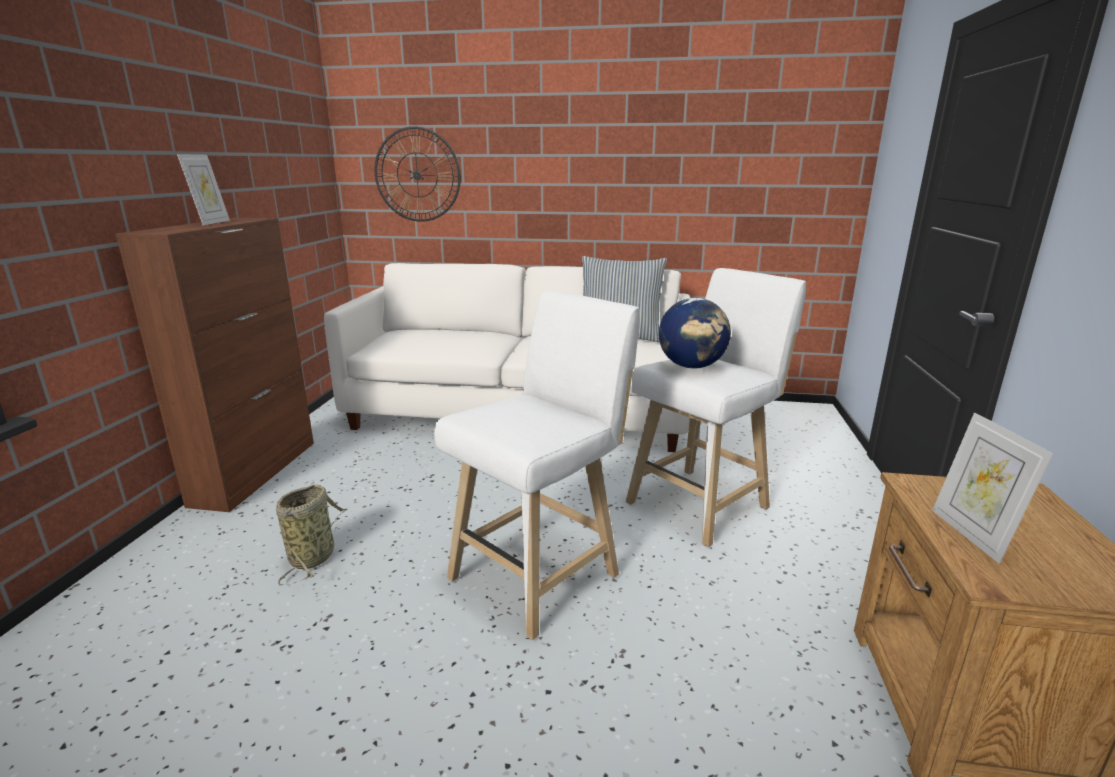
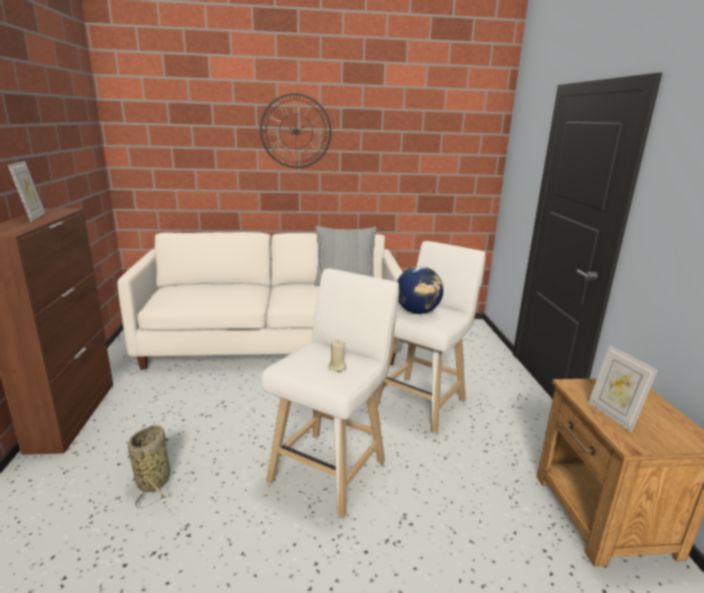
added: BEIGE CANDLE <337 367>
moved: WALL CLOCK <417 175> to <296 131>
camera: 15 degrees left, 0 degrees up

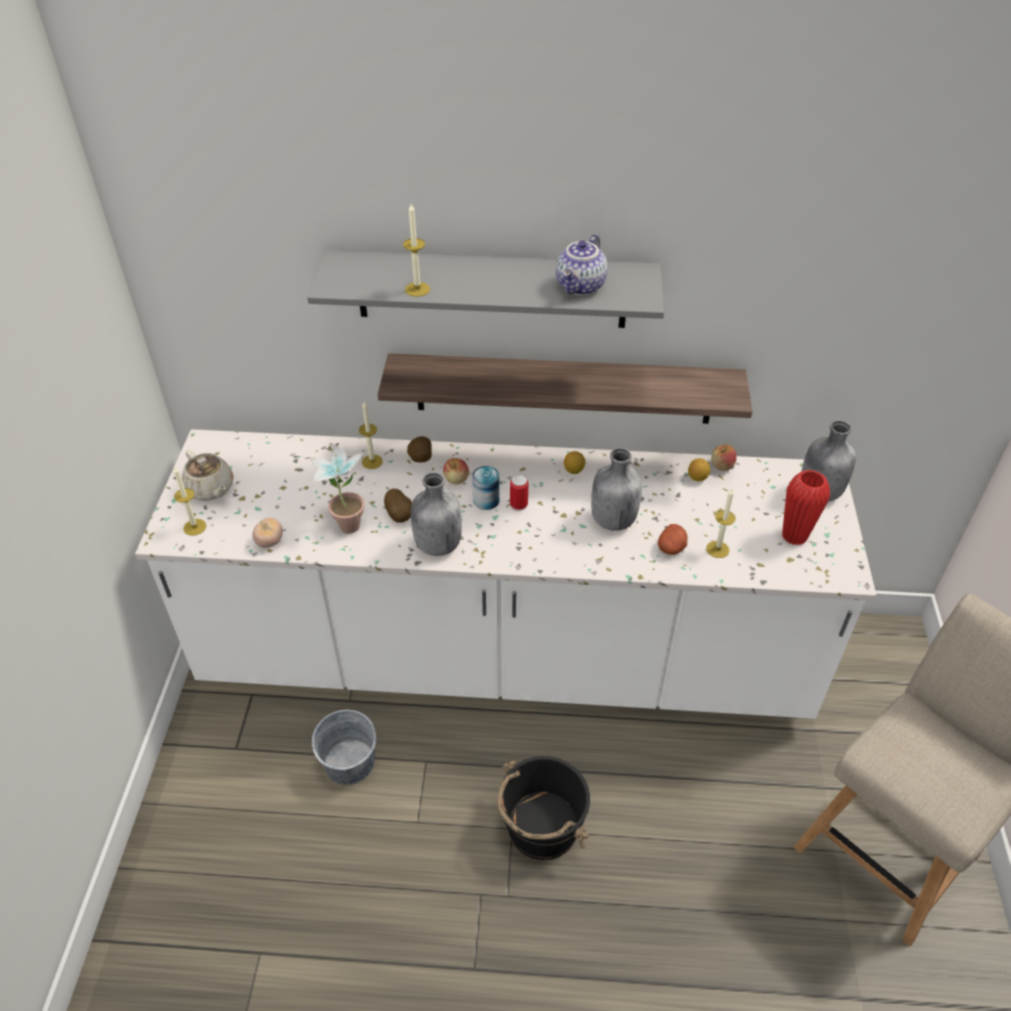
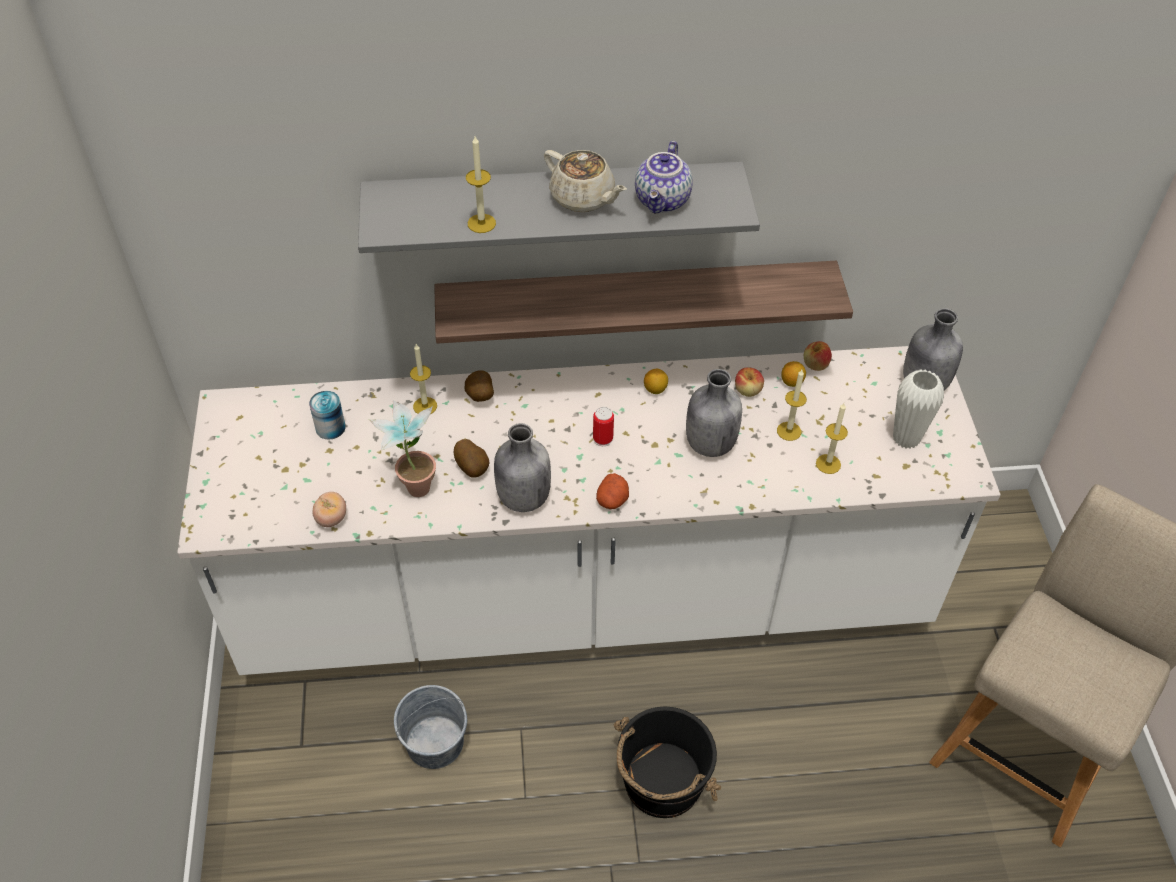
moved: CANDLE <195 527> to <789 431>; BEIGE TEAPOT <210 489> to <583 198>; WHOLE APPLE <456 479> to <748 390>; CAN <486 500> to <330 428>; SPUD <671 548> to <612 500>
recoloured: REDDISH FLOWER VASE <794 536> to WHITISH FLOWER VASE <906 438>
camera: 10 degrees left, 5 degrees up

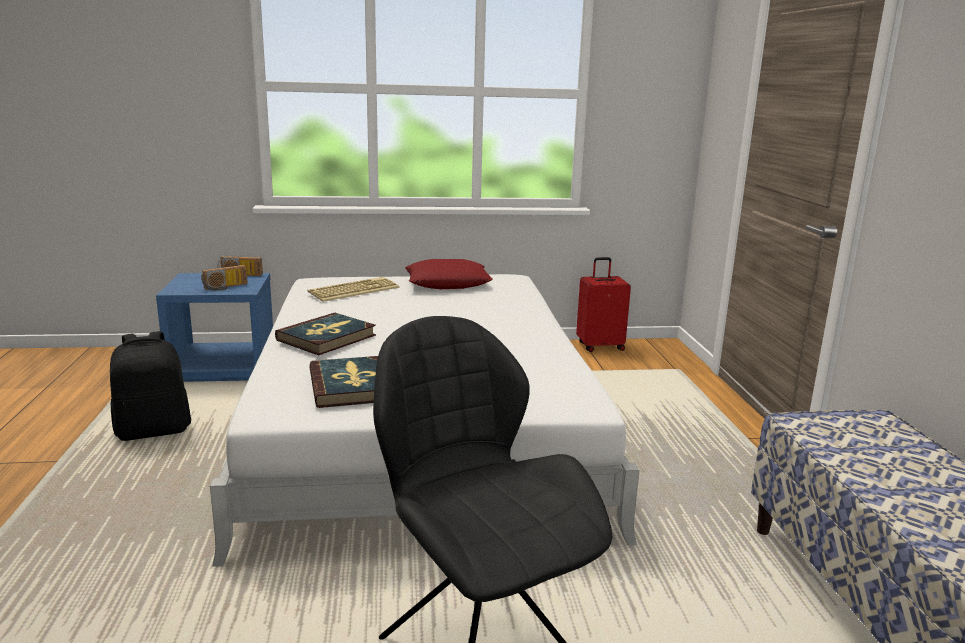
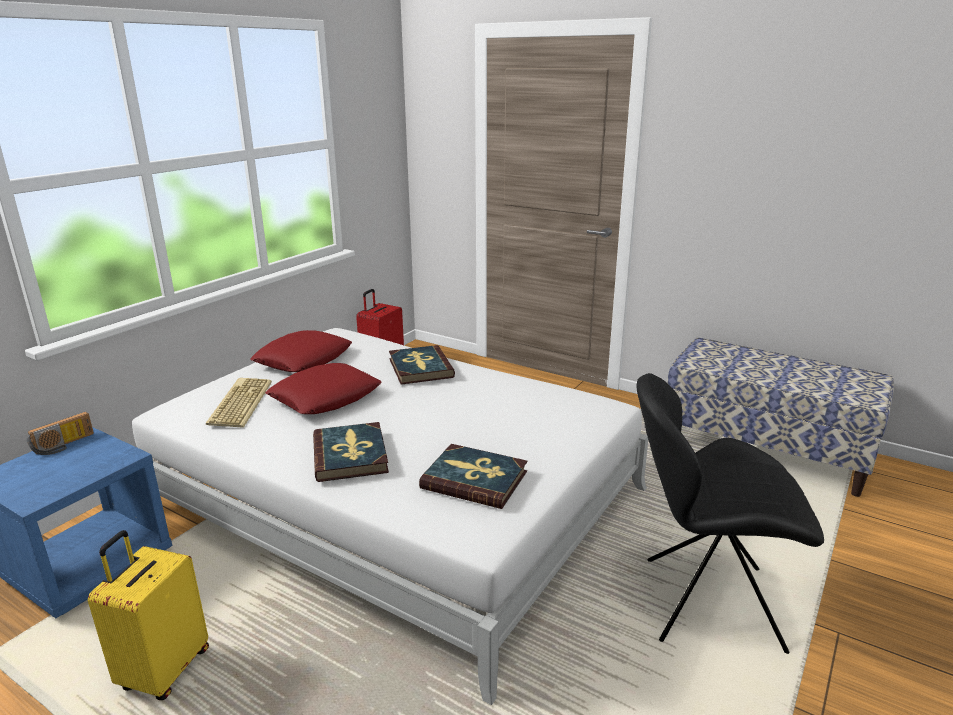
removed: RADIO SET <226 287>
added: REDDISH THROW PILLOW <325 397>; BOUND BOOK <420 368>
replaced: BLACKISH BACKPACK <154 430> to YELLOW TRAVEL CASE <164 670>
camera: 50 degrees left, 5 degrees up

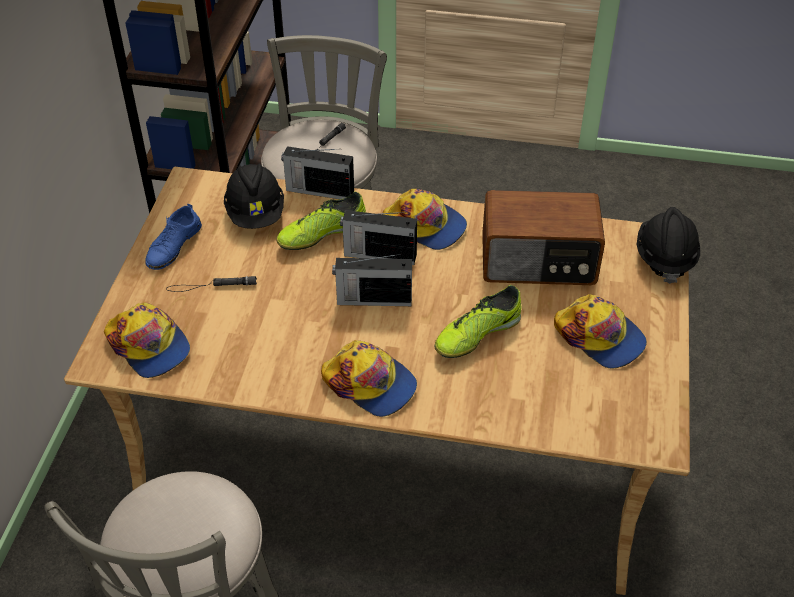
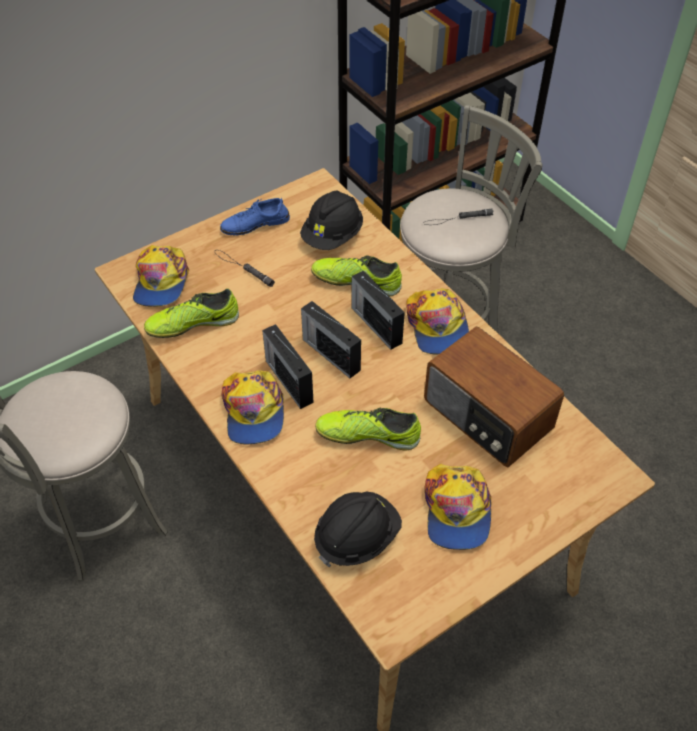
added: SHOE <193 324>
moved: RADIO SET <318 191> to <288 380>; BLACKISH HARD HAT <664 257> to <356 537>
camera: 45 degrees right, 5 degrees up

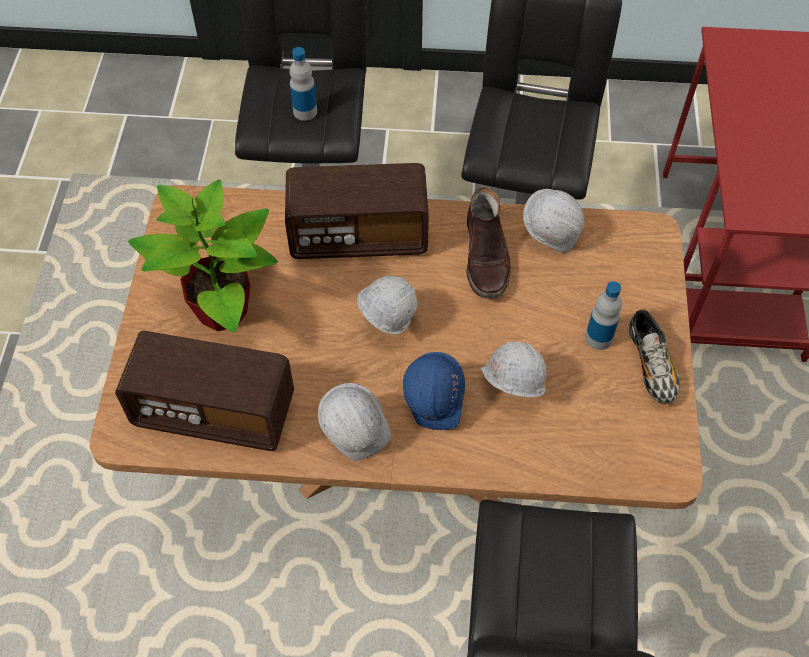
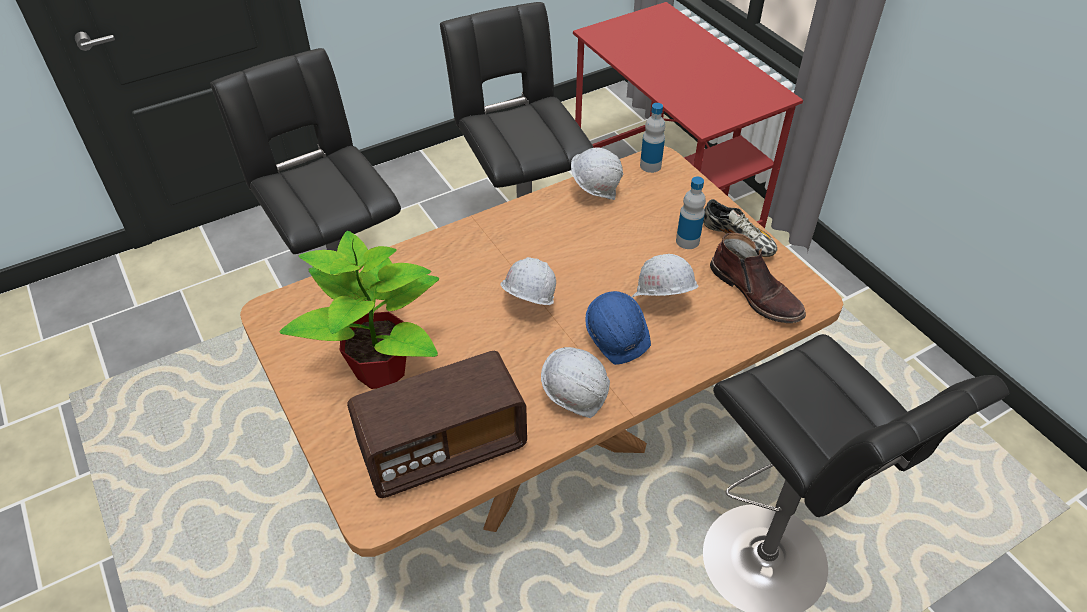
removed: RADIO SET <358 236>
moved: DRINK BOTTLE <305 111> to <650 165>; BROWN BOOT <486 257> to <756 293>
camera: 35 degrees left, 10 degrees down

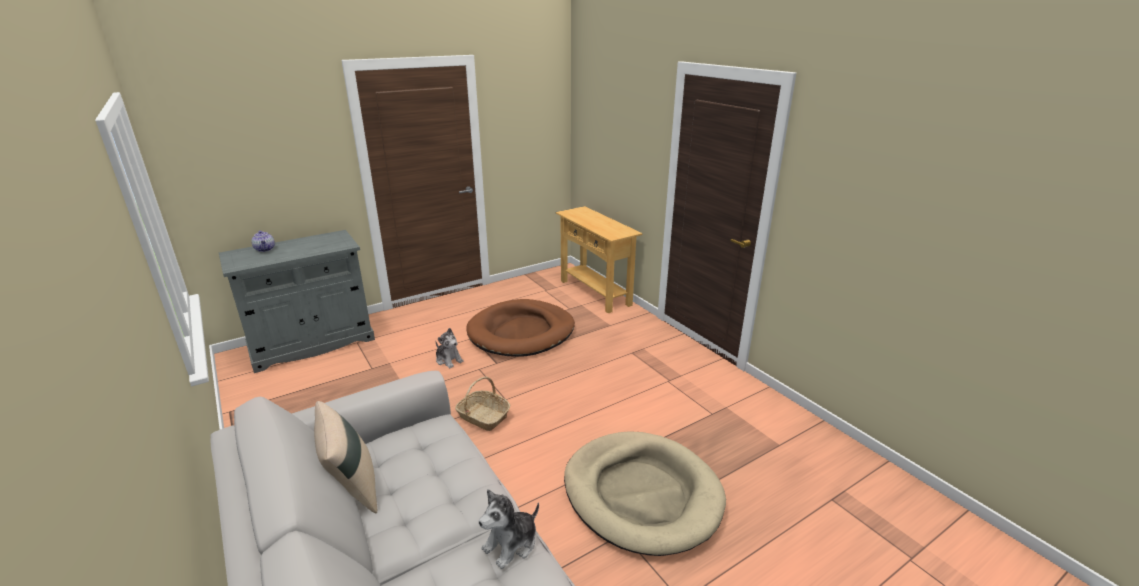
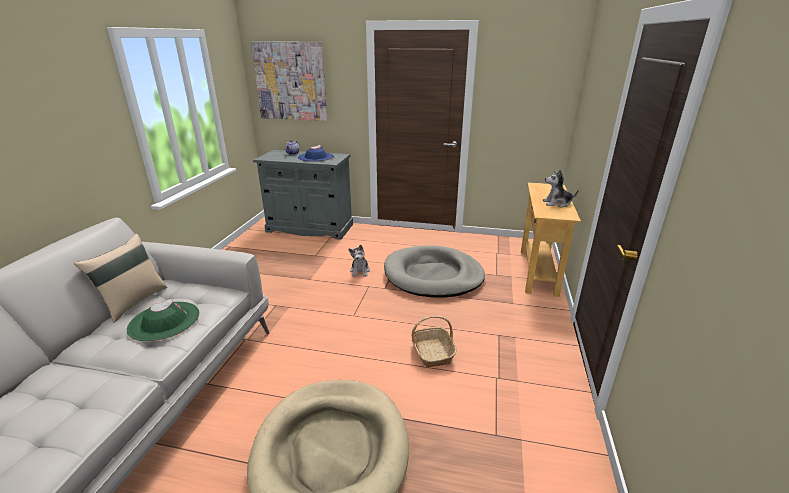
added: GREEN WEARABLE HAT <164 321>; WALL ART <291 81>; BLUISH WEARABLE HAT <315 157>
moved: STORAGE BASKET <483 416> to <432 352>; CUDDLY TOY <511 544> to <557 203>
recoloured: BROWN DOG BED <521 332> to GRAY DOG BED <433 275>
camera: 45 degrees right, 0 degrees up

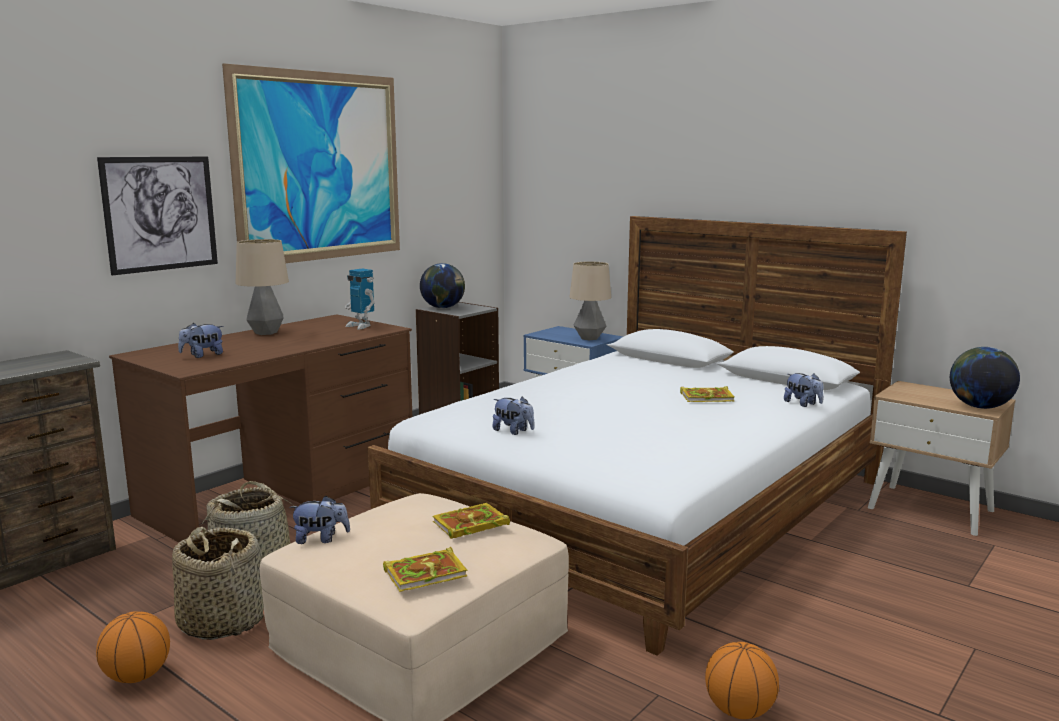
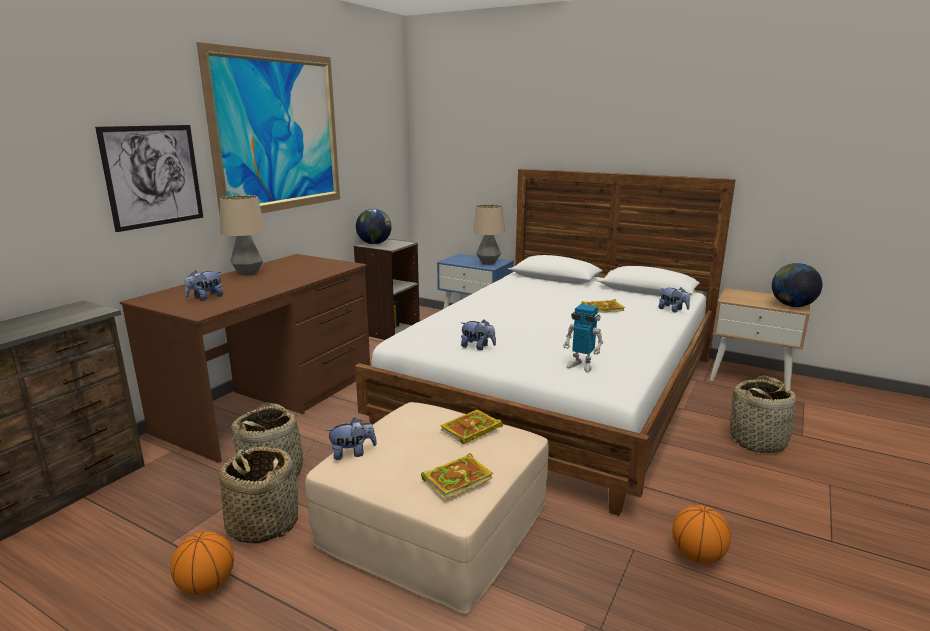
added: STORAGE BASKET <758 441>
moved: MODEL ROBOT <361 326> to <581 365>
camera: 10 degrees left, 5 degrees up

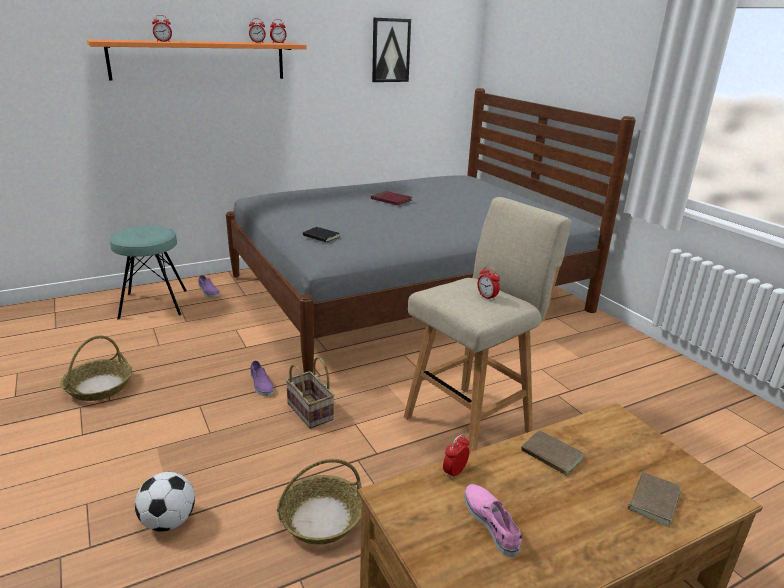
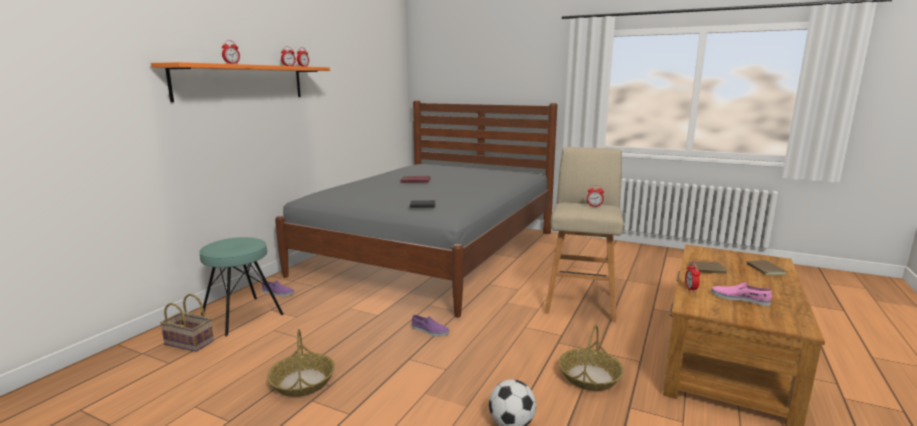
removed: WALL ART <390 50>
moved: STORAGE BASKET <311 411> to <191 342>
camera: 35 degrees left, 10 degrees down

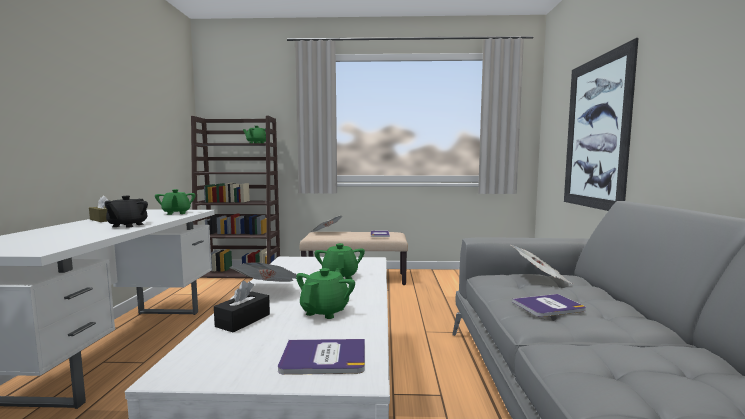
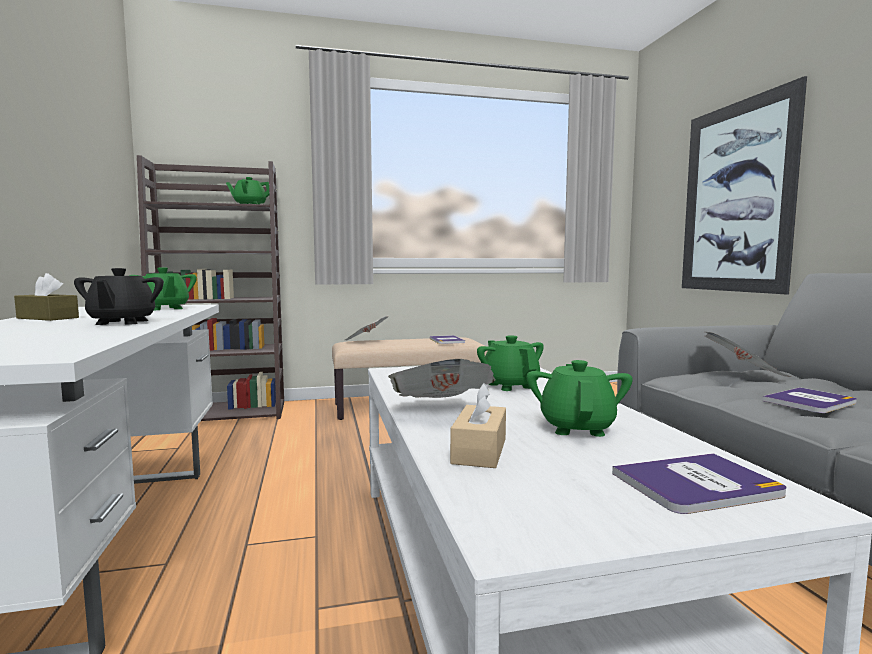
recoloured: BLACKISH BOX OF TISSUES <243 320> to BEIGE BOX OF TISSUES <479 451>
camera: 15 degrees left, 0 degrees up

